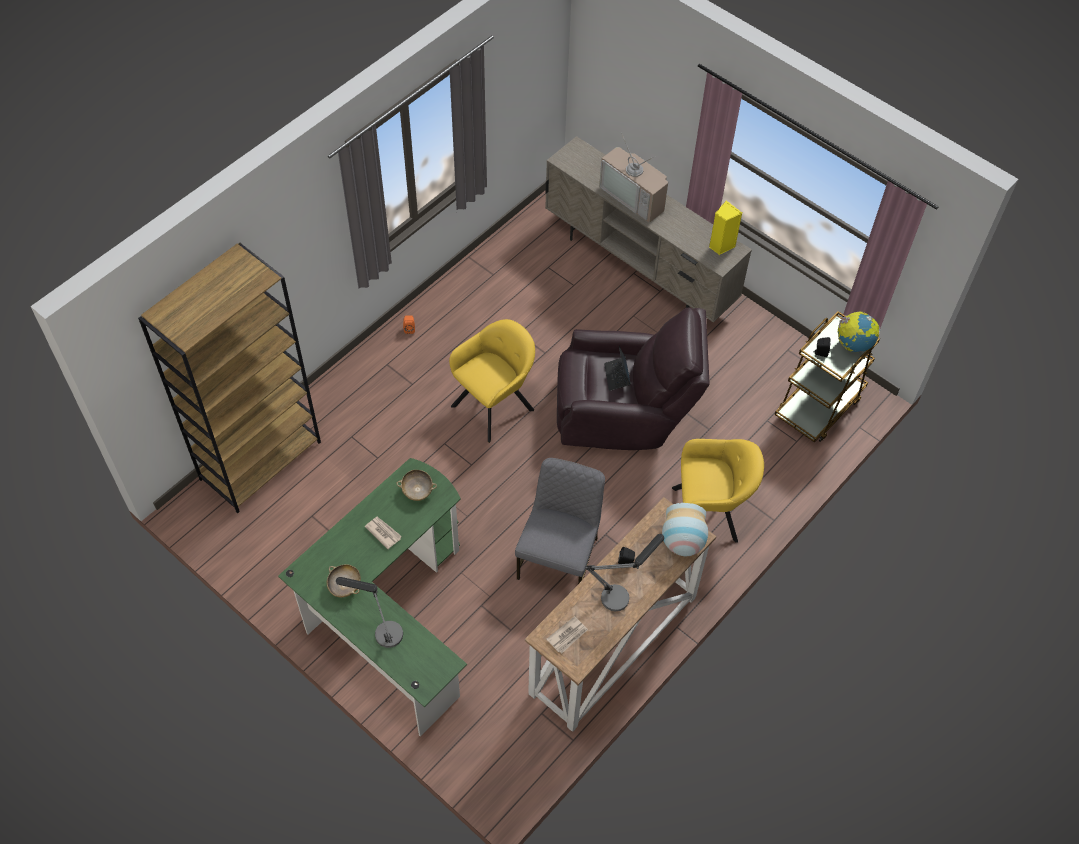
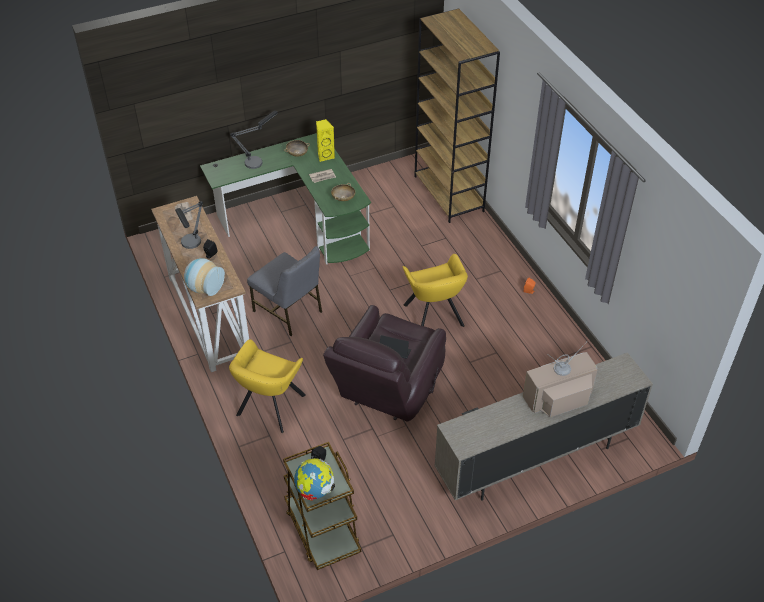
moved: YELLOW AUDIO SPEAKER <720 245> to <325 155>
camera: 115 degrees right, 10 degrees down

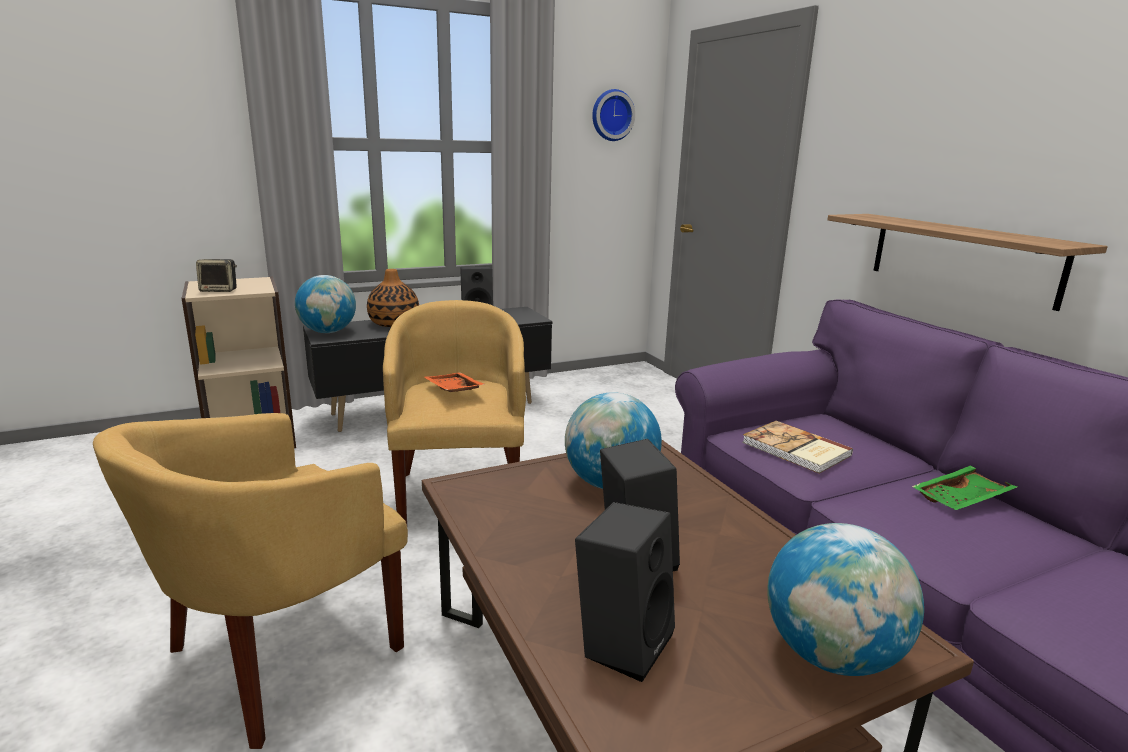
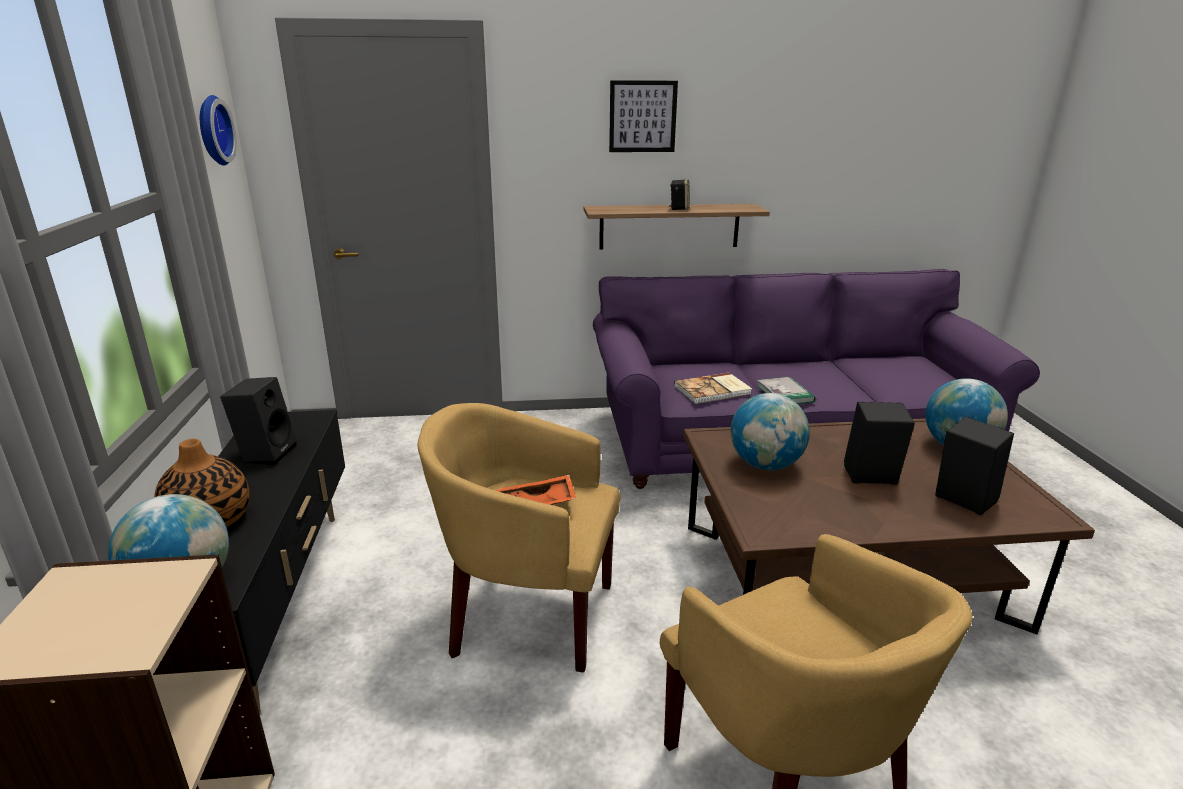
removed: GREEN SERVING TRAY <964 498>
added: WALL ART <642 116>; BOUND BOOK <784 393>
moved: AUDIO SPEAKER <220 290> to <679 208>
camera: 70 degrees left, 5 degrees up

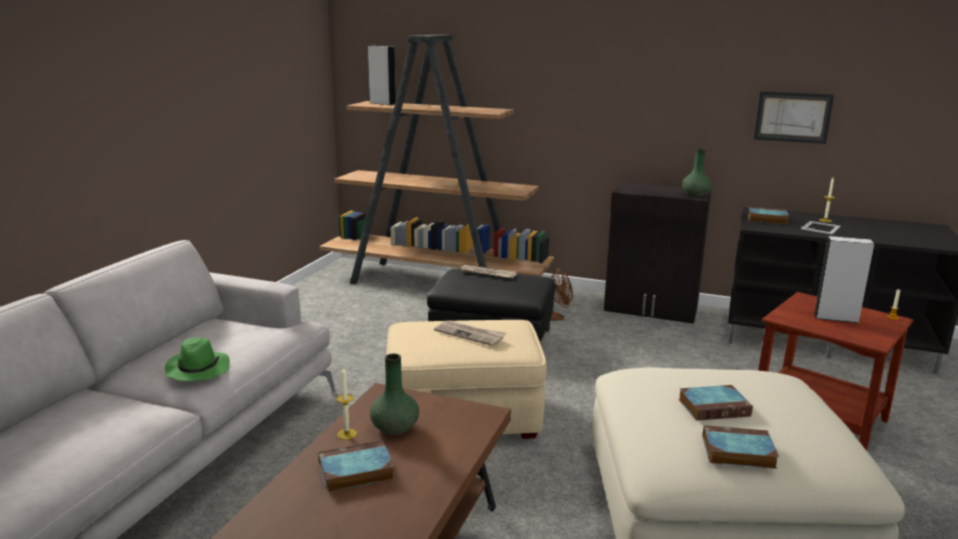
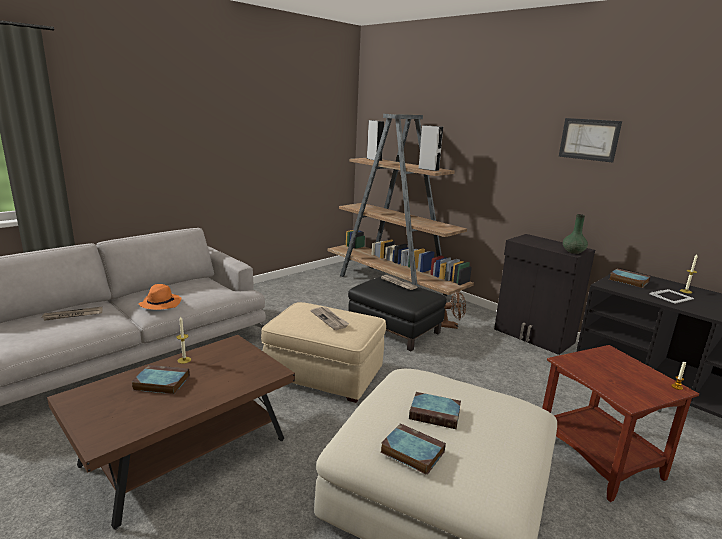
removed: GREEN FLOWER VASE <395 428>
added: NEWSPAPER <72 315>
moved: WALL ART <792 117> to <589 139>; GRAY AUDIO SPEAKER <836 318> to <428 169>
recoloured: GREEN WEARABLE HAT <197 370> to ORANGE WEARABLE HAT <160 303>
camera: 25 degrees right, 0 degrees up

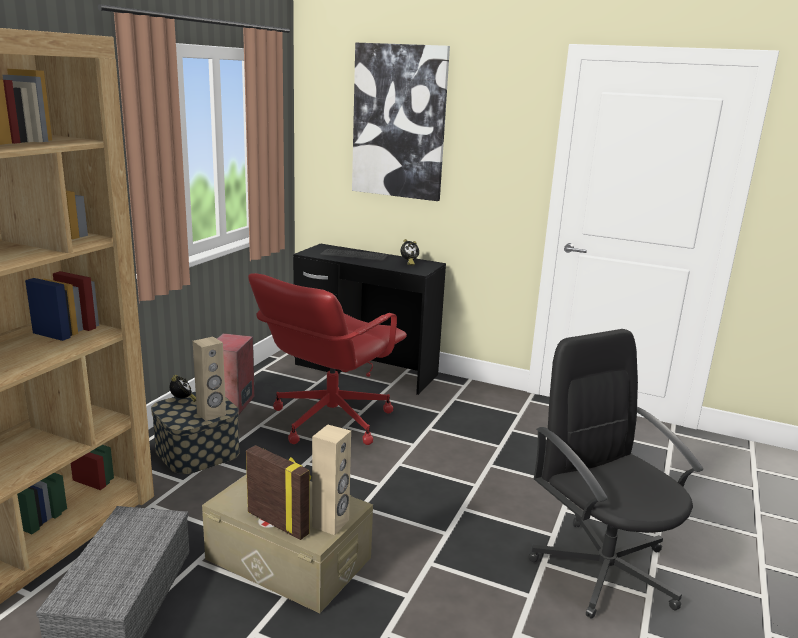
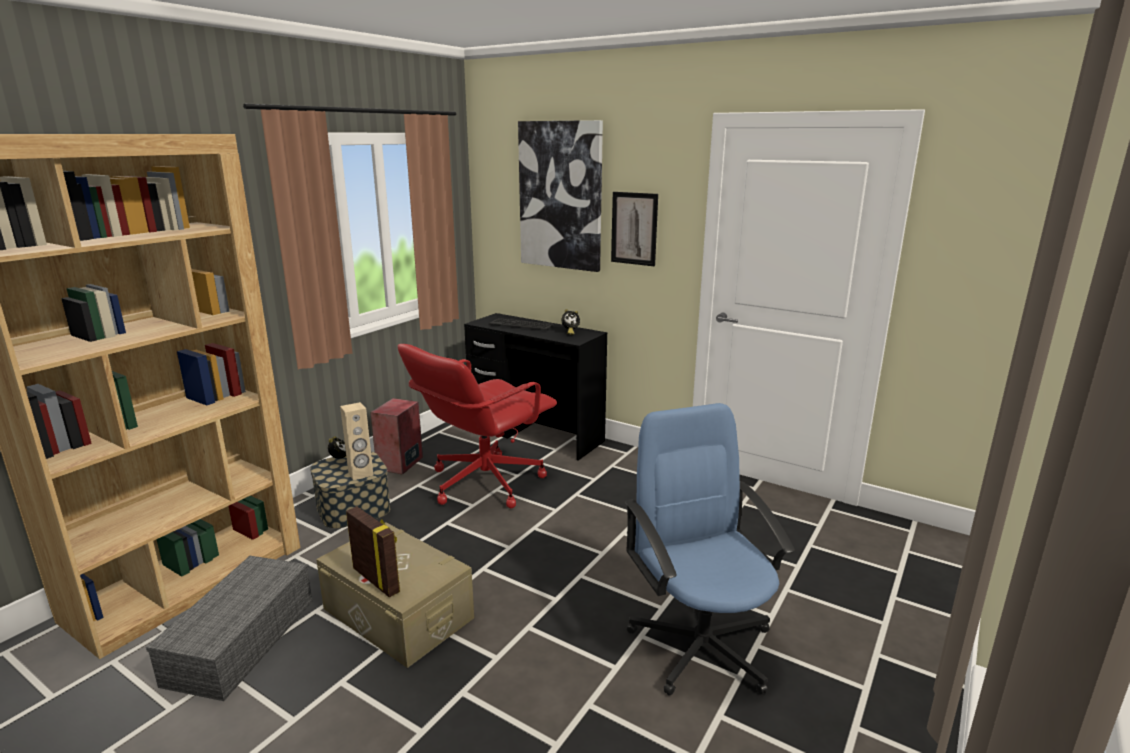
removed: BEIGE AUDIO SPEAKER <331 523>
added: WALL ART <634 228>
recoloured: BLACKISH OFFICE CHAIR <603 568> to BLUISH OFFICE CHAIR <701 644>
camera: 10 degrees right, 0 degrees up

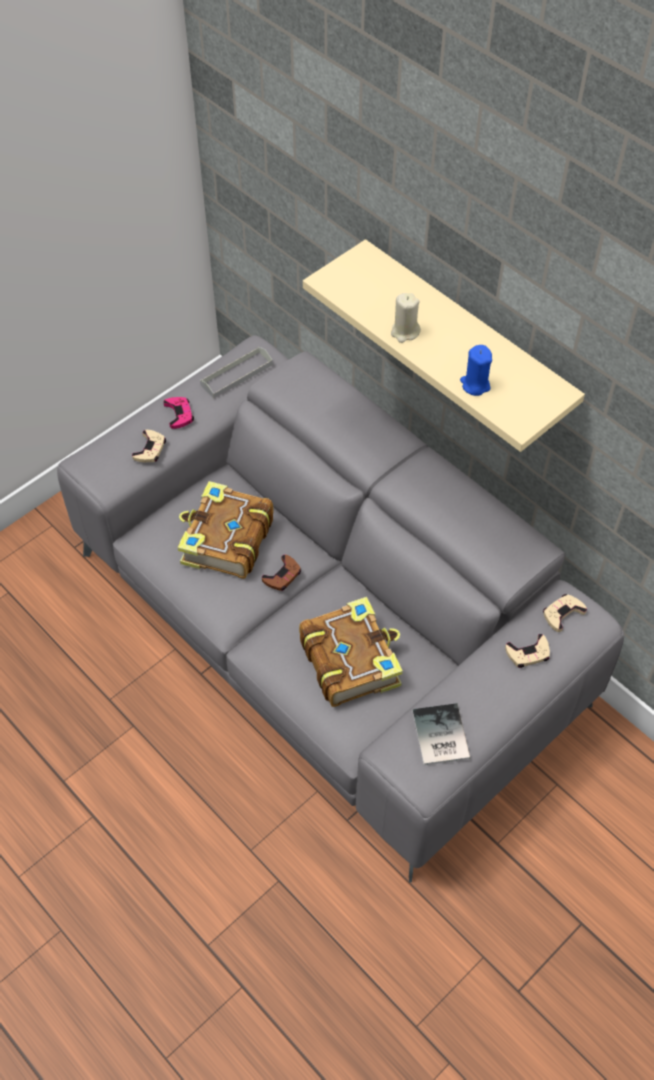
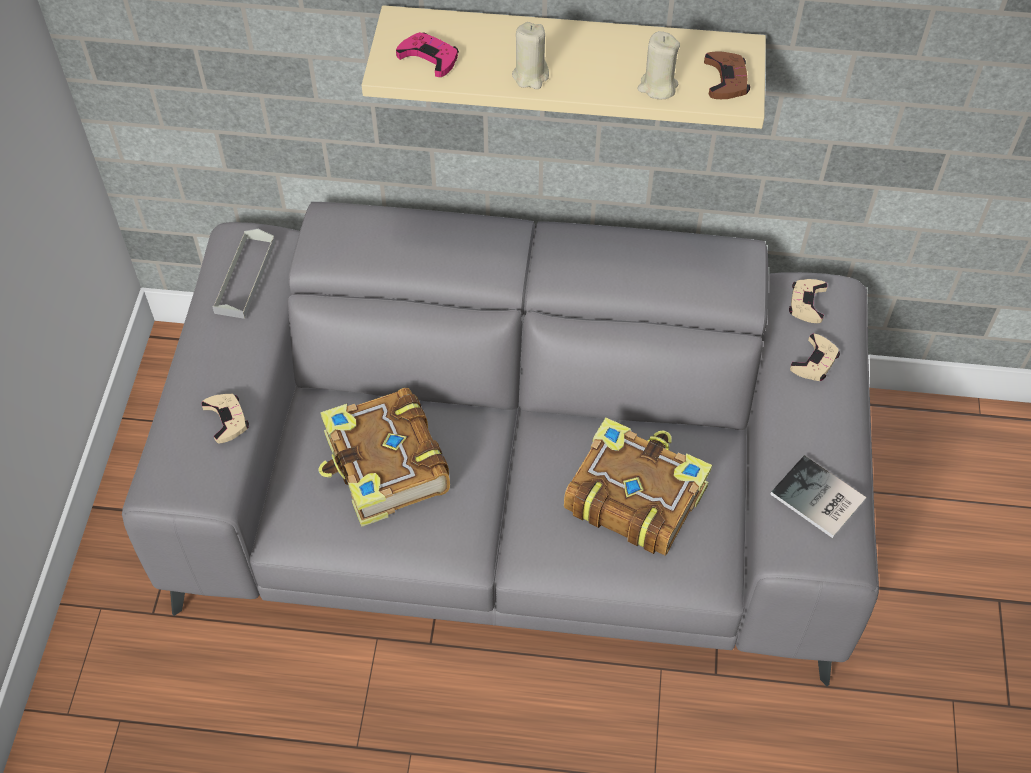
moved: PINK JOYPAD <179 414> to <429 58>; BROWN JOYPAD <282 576> to <726 79>
recoloured: BLUISH CANDLE <475 385> to BEIGE CANDLE <657 87>
camera: 40 degrees left, 0 degrees up

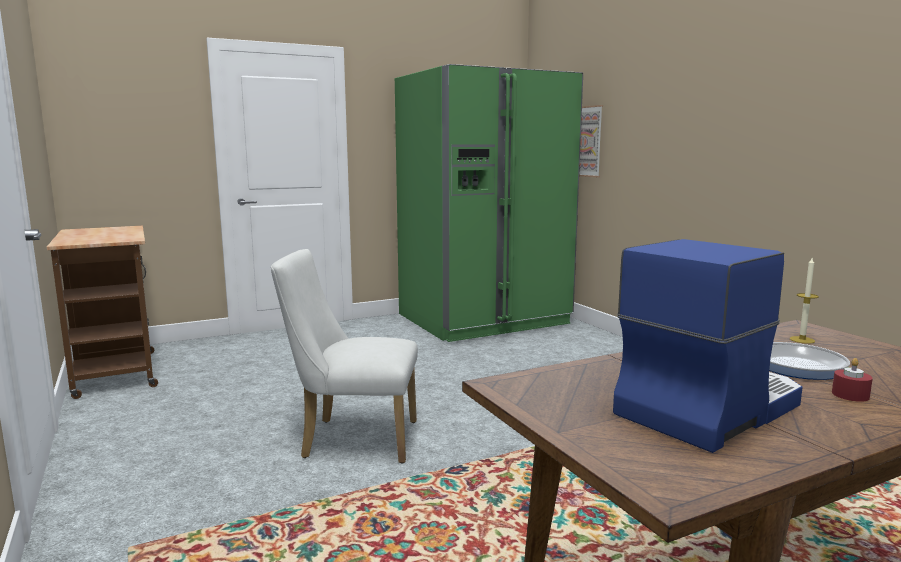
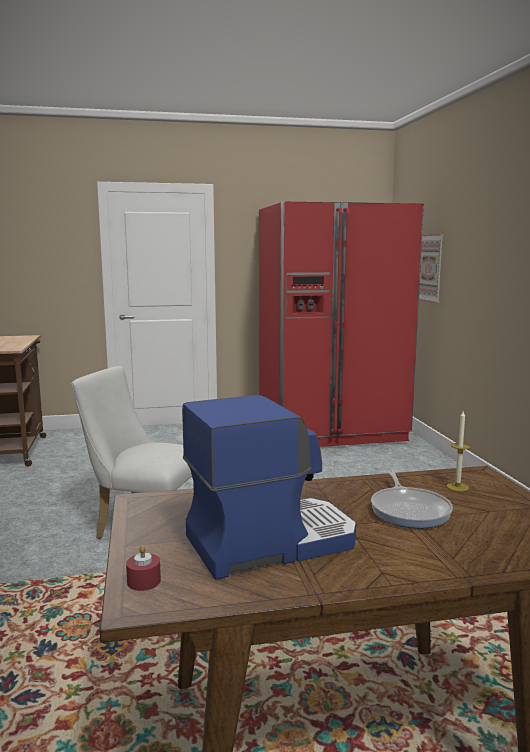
moved: REDDISH CANDLE <850 395> to <144 581>
recoloured: GREEN KITCHEN FRIDGE <483 320> to REDDISH KITCHEN FRIDGE <330 430>
camera: 15 degrees right, 0 degrees up

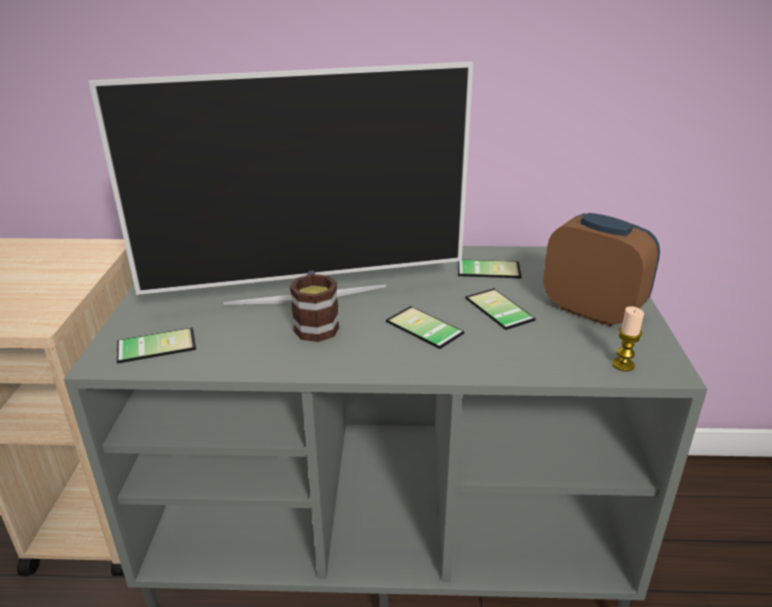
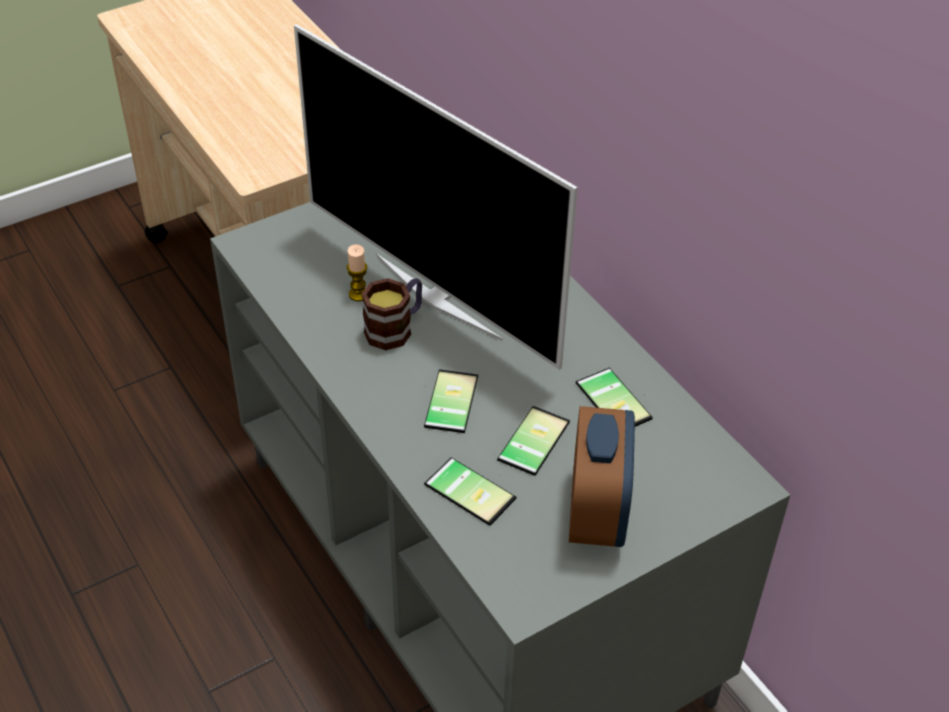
moved: PHONE <156 343> to <473 488>; CANDLE <623 365> to <358 294>
camera: 55 degrees right, 15 degrees up

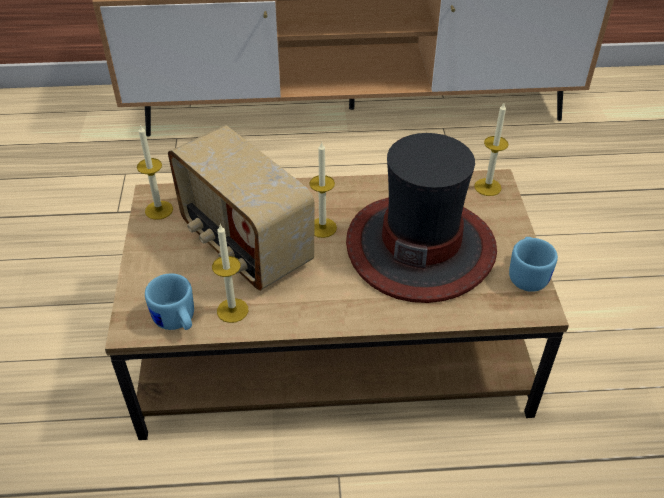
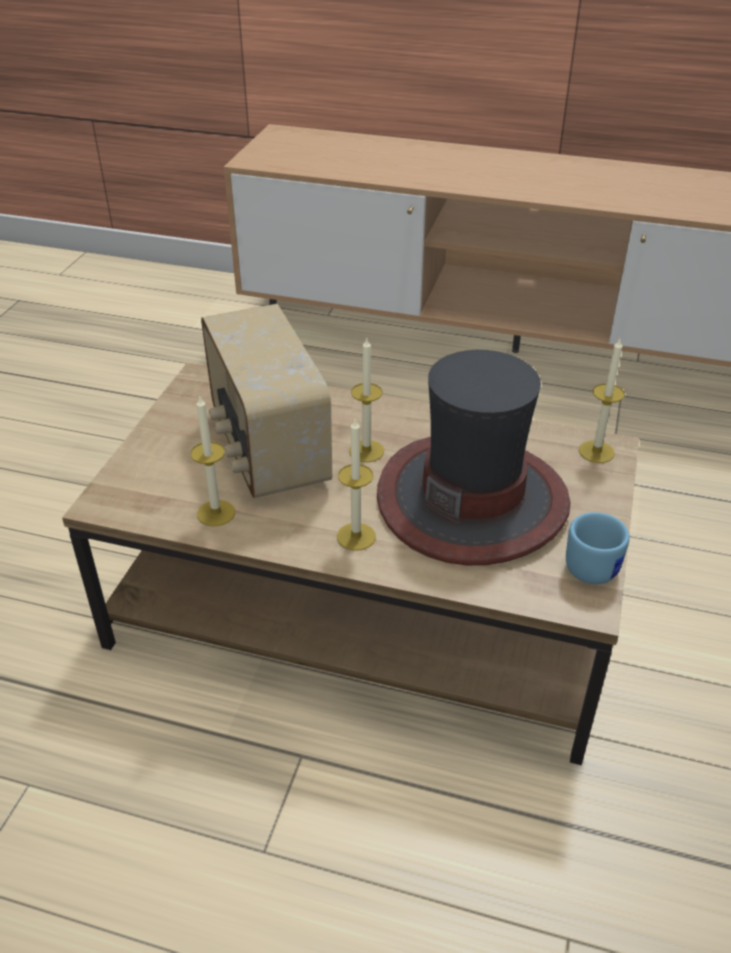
removed: BLUISH MUG <176 322>
moved: CANDLE <159 210> to <356 536>
camera: 20 degrees right, 5 degrees down

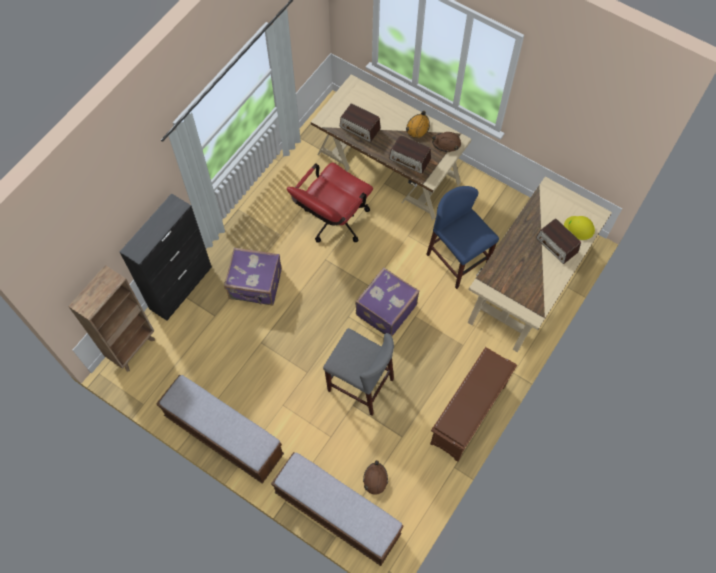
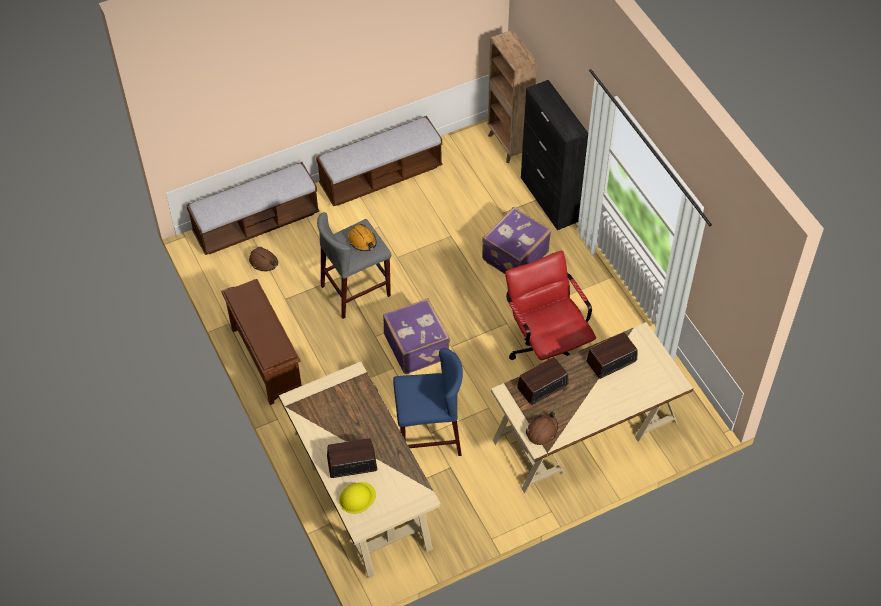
moved: ORANGE HARD HAT <418 127> to <362 241>
camera: 120 degrees right, 10 degrees down

